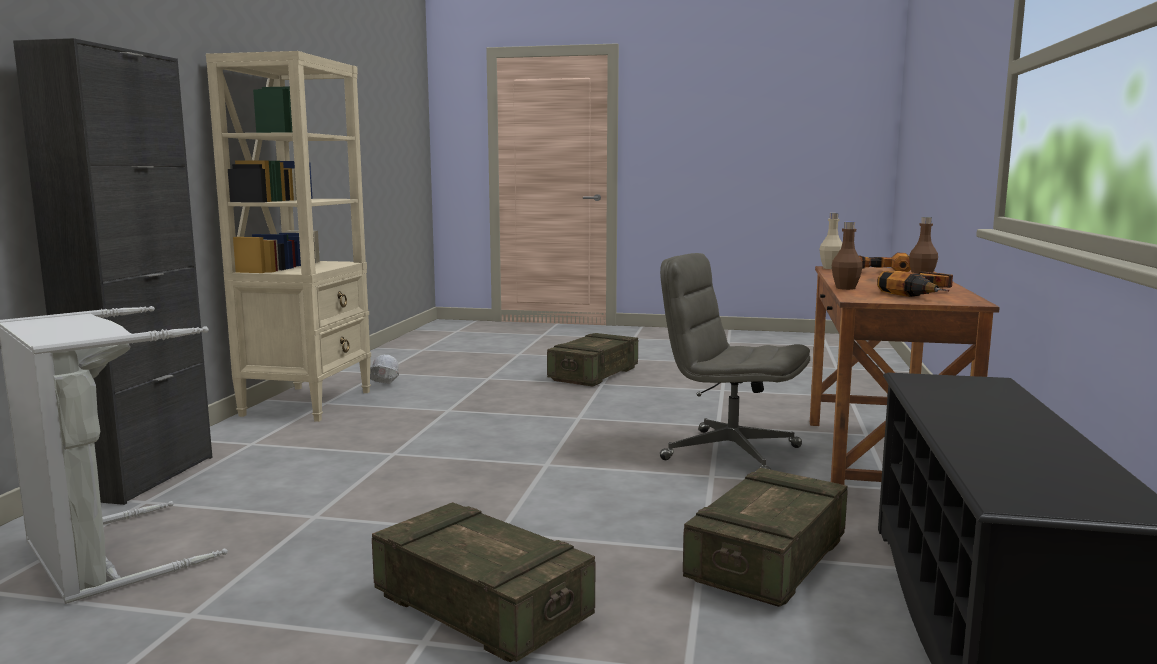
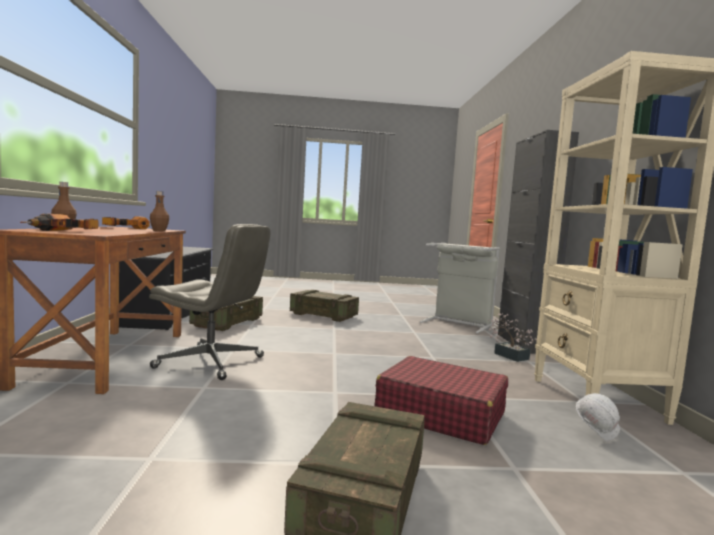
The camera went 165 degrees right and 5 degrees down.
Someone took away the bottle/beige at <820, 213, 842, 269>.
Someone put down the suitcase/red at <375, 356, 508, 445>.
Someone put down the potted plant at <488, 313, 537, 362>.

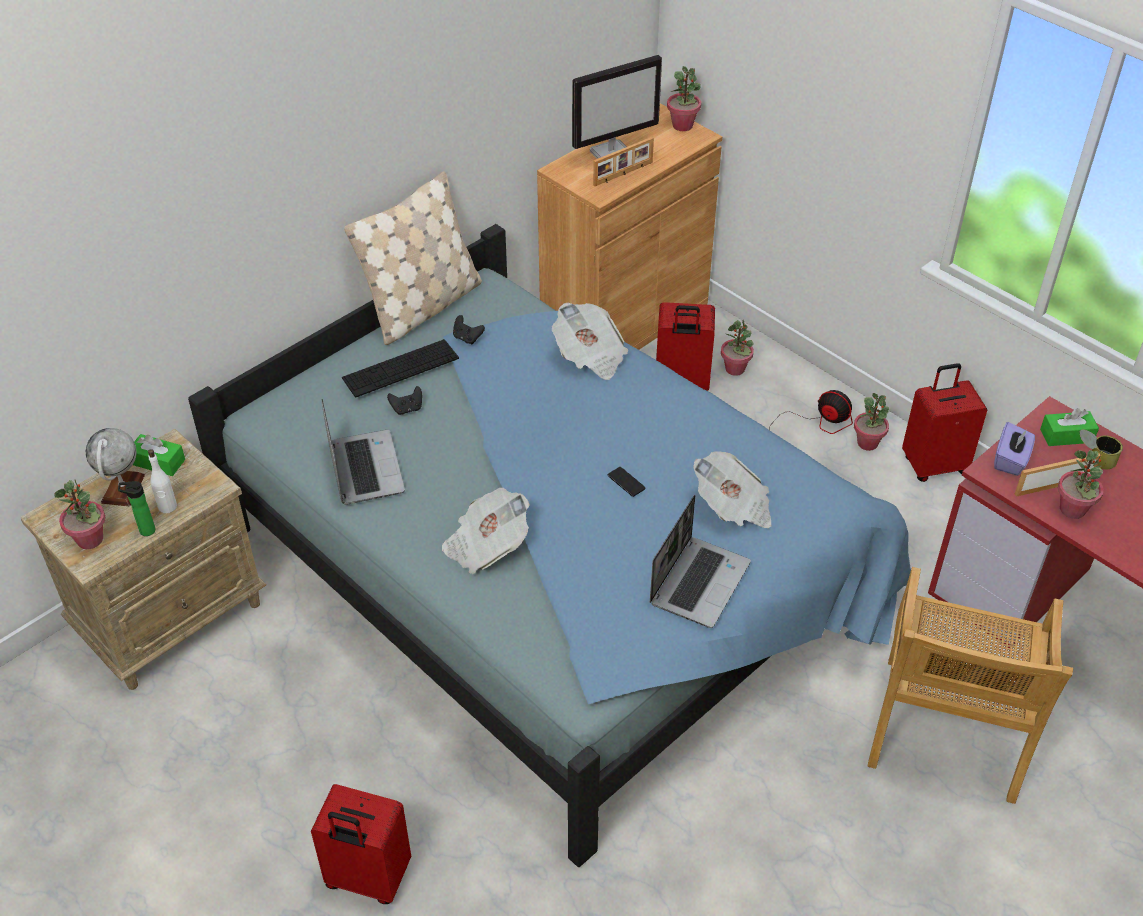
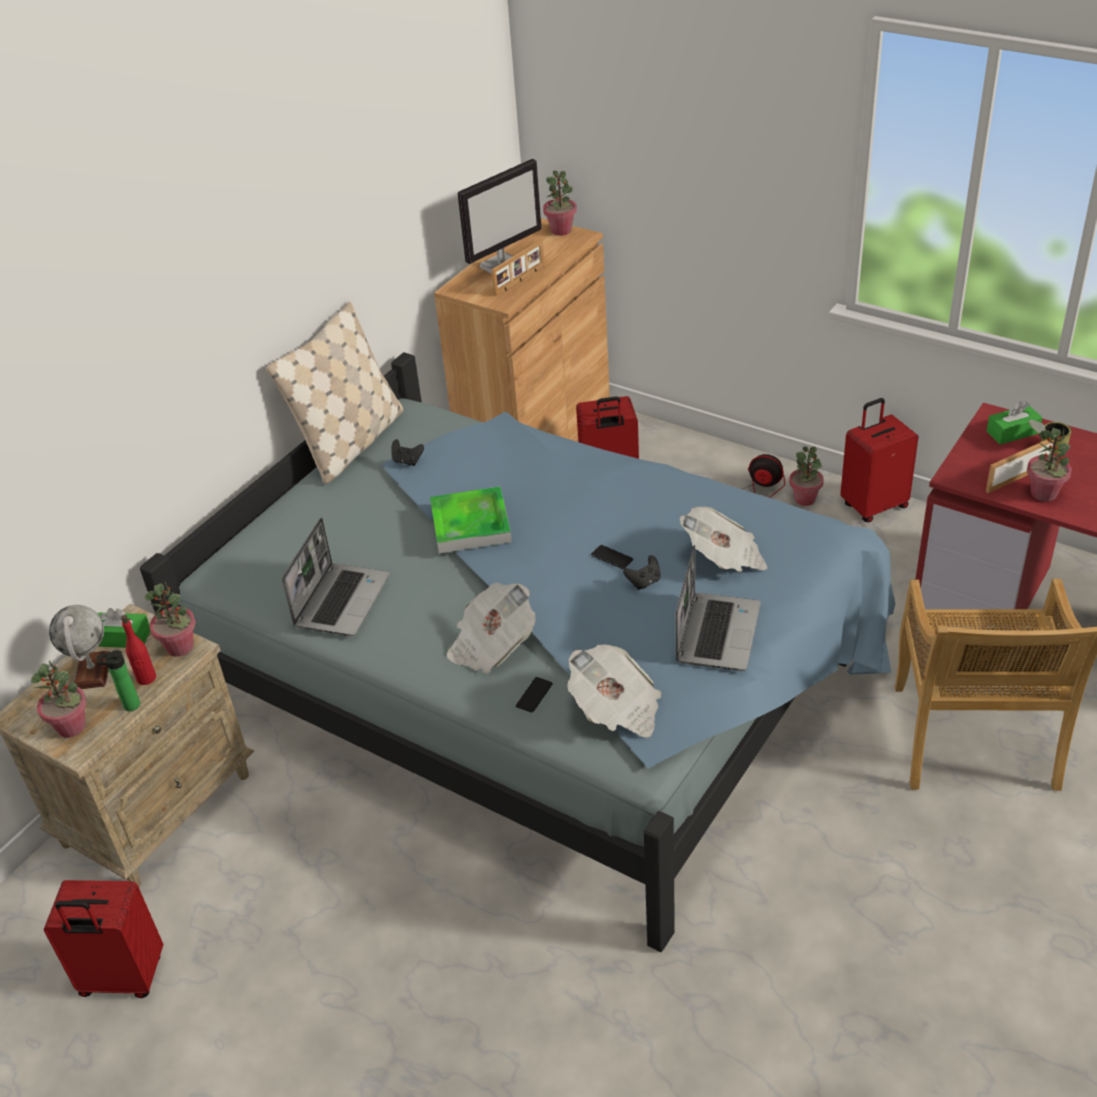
The camera went 10 degrees left and 5 degrees down.
Someone took away the keyboard at <342, 339, 459, 398>.
Someone took away the tissue box/purple at <994, 422, 1035, 476>.
Someone put down the tray at <430, 486, 512, 554>.
Someone put down the phone at <515, 677, 553, 713>.
Someone carried the suitcase/red from <311, 784, 411, 904> to <44, 880, 163, 998>.
Someone carried the game controller/black from <387, 386, 422, 415> to <623, 555, 661, 590>.
Someone carried the newspaper from <552, 302, 628, 380> to <567, 645, 661, 738>.
Someone carried the potted plant from <721, 320, 754, 376> to <145, 582, 196, 657>.
Someone repainted the bottle/white at <148, 449, 177, 513>, which became the bottle/red at <121, 615, 156, 685>.
Someone rotated the laptop at <322, 399, 405, 505> by 45 degrees clockwise.

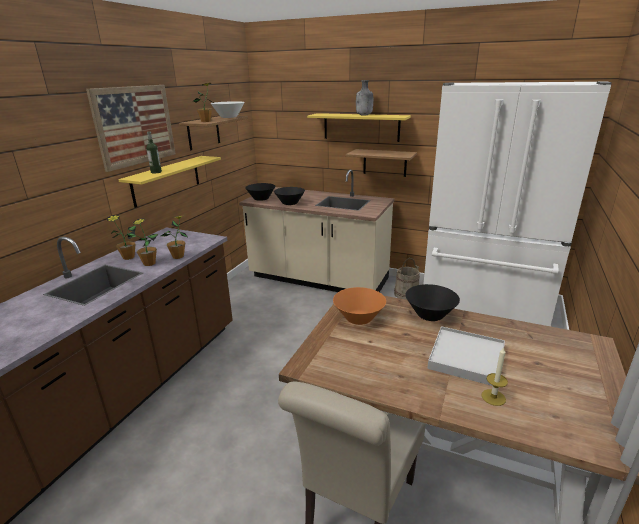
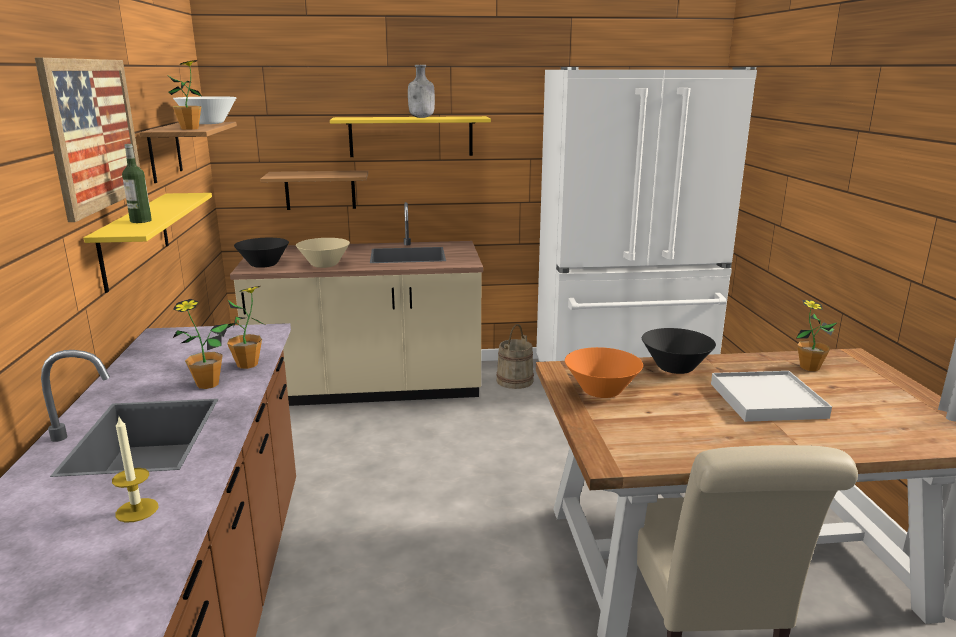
The camera went 30 degrees left and 5 degrees down.
Someone carried the potted plant from <107, 215, 136, 260> to <796, 300, 838, 371>.
Someone carried the shelf from <346, 149, 417, 177> to <260, 170, 368, 210>.
Someone carried the candle from <482, 348, 508, 406> to <112, 415, 158, 523>.
Someone repainted the bowl/black at <274, 187, 305, 205>, which became the bowl/beige at <296, 238, 350, 268>.

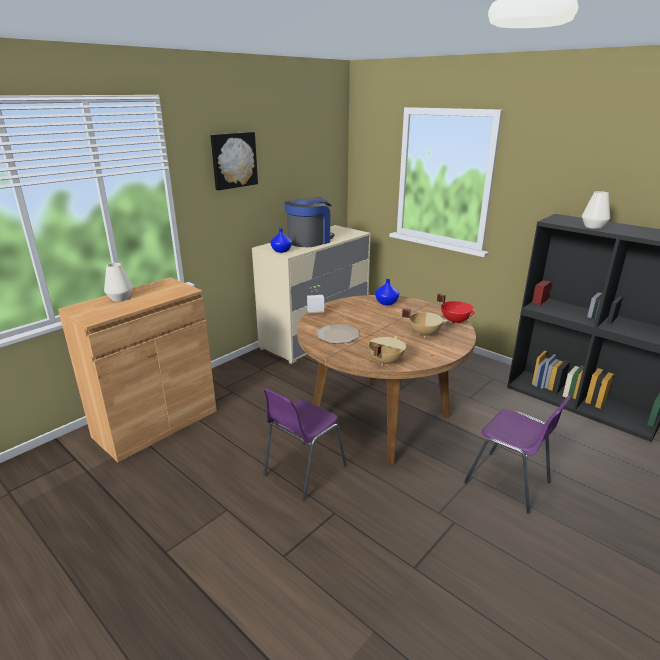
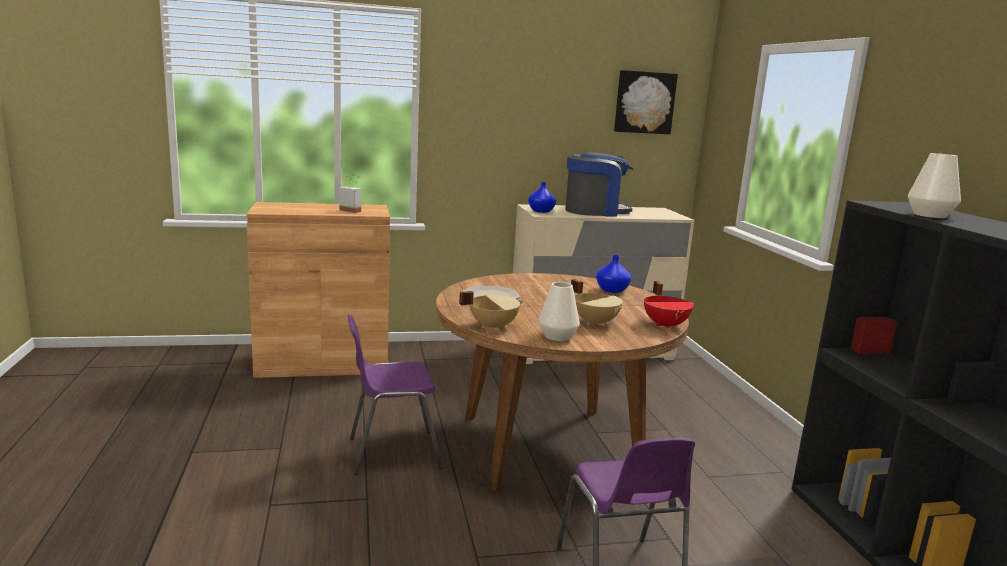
The camera went 35 degrees right and 10 degrees down.
Someone carried the vase/white from <104, 263, 133, 301> to <538, 282, 580, 341>.
Someone carried the picture from <210, 132, 258, 190> to <614, 70, 678, 134>.
Someone carried the potted plant from <307, 285, 324, 317> to <339, 175, 361, 213>.

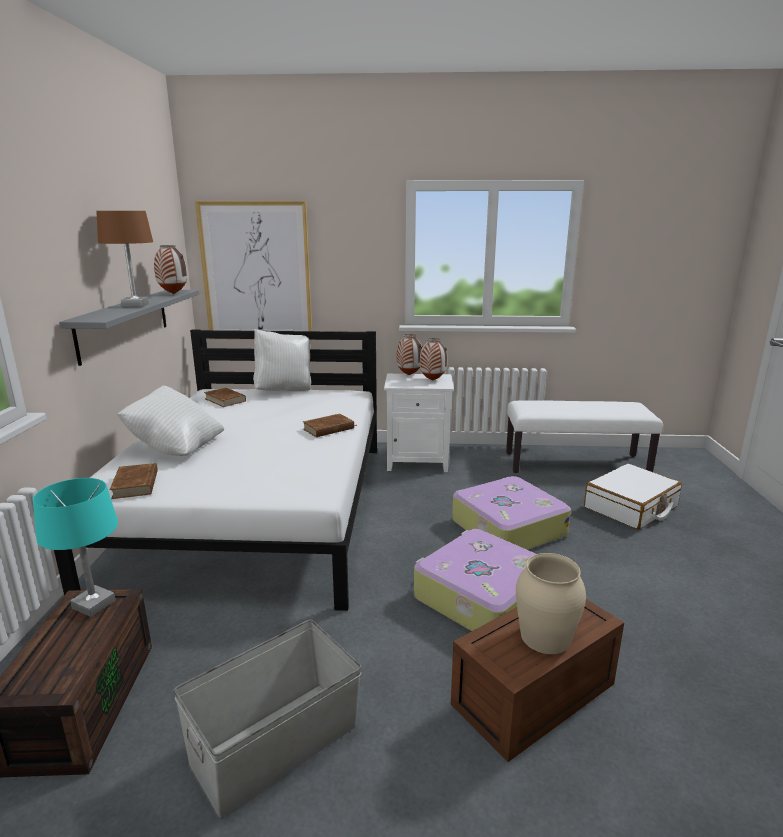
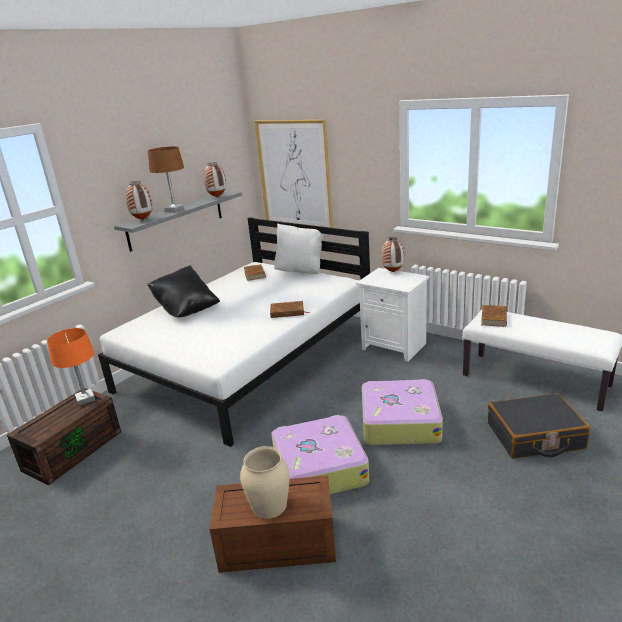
The camera went 35 degrees right and 5 degrees up.
Someone took away the storage box/grey at <173, 619, 362, 818>.
Someone carried the book/brown from <110, 463, 158, 499> to <481, 305, 507, 327>.
Someone carried the vase from <420, 338, 447, 381> to <125, 181, 153, 220>.
Someone repainted the table lamp/turquoise at <33, 478, 118, 617>, which became the table lamp/orange at <47, 328, 95, 406>.
Someone repainted the pillow/white at <117, 385, 224, 456>, which became the pillow/black at <148, 265, 220, 317>.
Someone repainted the suitcase/white at <584, 464, 682, 530>, which became the suitcase/black at <488, 393, 590, 459>.

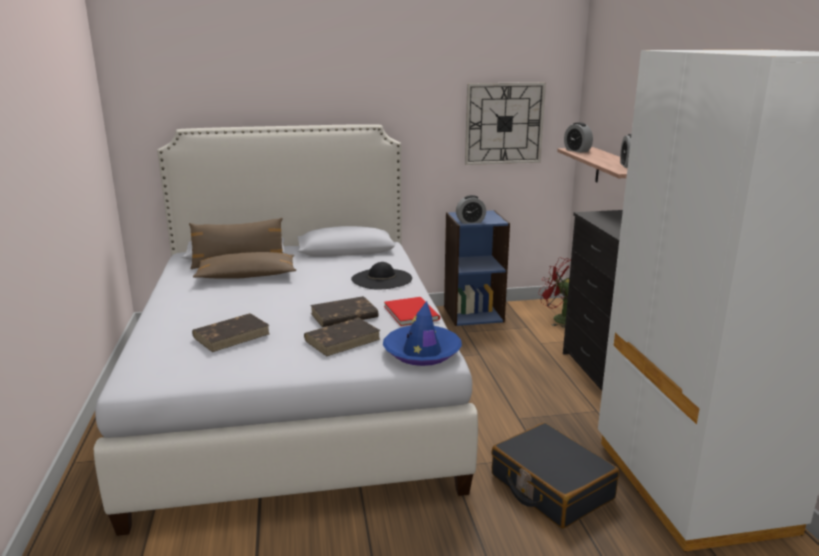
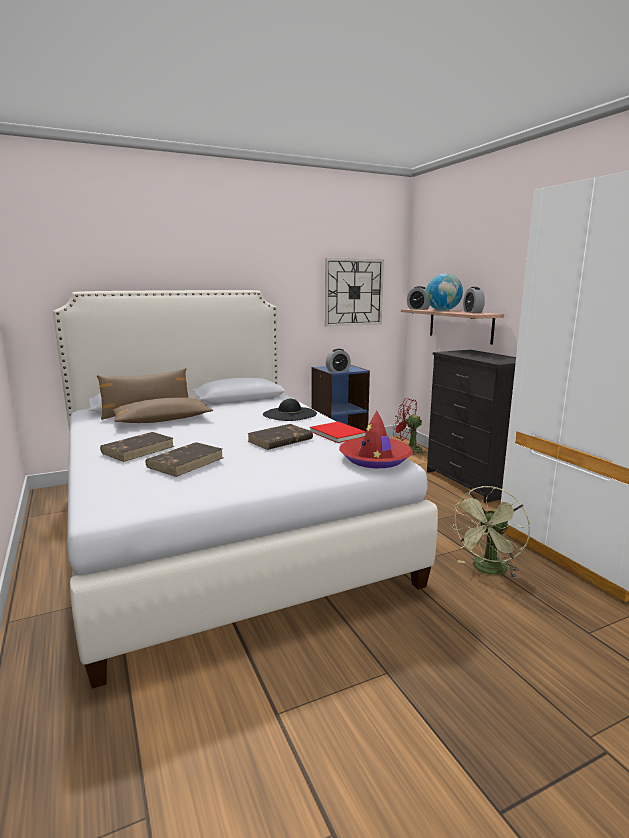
The camera went 15 degrees left and 5 degrees down.
Someone put down the globe at <426, 274, 463, 311>.
Someone carried the book/brown from <304, 318, 381, 356> to <100, 432, 175, 462>.
Someone swapped the suitcase/black at <491, 423, 619, 529> for the fan/green at <451, 486, 530, 578>.
Someone repainted the hat/blue at <383, 301, 462, 366>, which became the hat/red at <339, 411, 413, 468>.

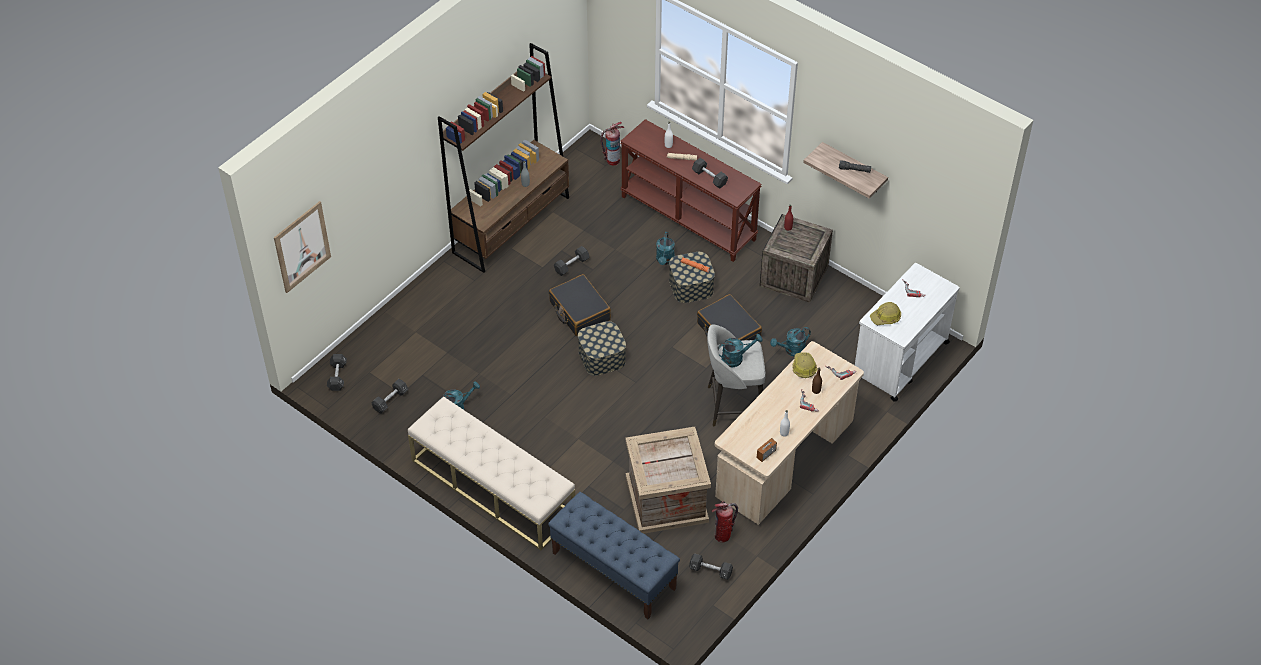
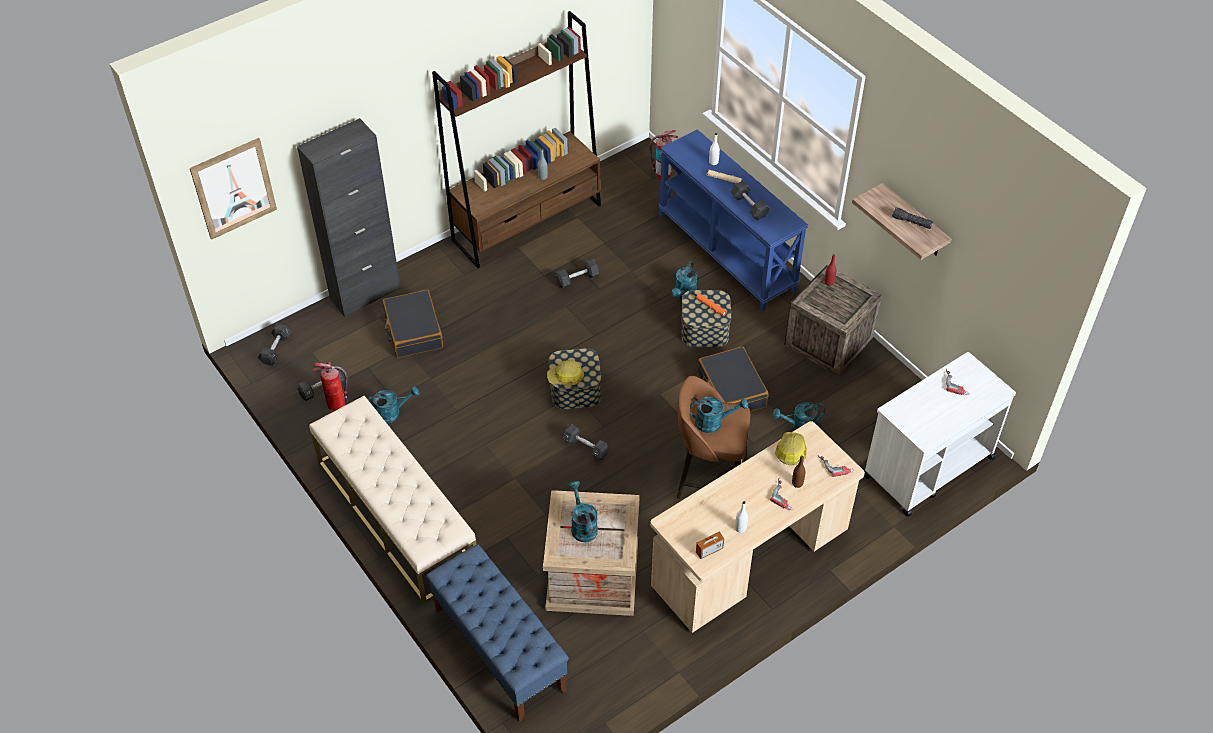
The camera went 15 degrees right and 0 degrees up.
Someone put down the cabinet/black at <297, 118, 401, 317>.
Someone put down the watering can/turquoise at <569, 481, 598, 542>.
Someone carried the suitcase/black from <549, 274, 611, 336> to <382, 290, 443, 358>.
Someone carried the dumbbell/black from <689, 553, 733, 580> to <563, 424, 610, 460>.
Someone carried the fire extinguisher from <711, 501, 738, 543> to <312, 362, 348, 411>.
Someone carried the hard hat from <870, 302, 901, 325> to <547, 360, 584, 385>.
Someone repainted the console table/brown at <620, 119, 762, 262>, which became the console table/blue at <658, 129, 808, 311>.
Someone repainted the stool/grey at <707, 324, 766, 426>, which became the stool/brown at <677, 376, 750, 499>.

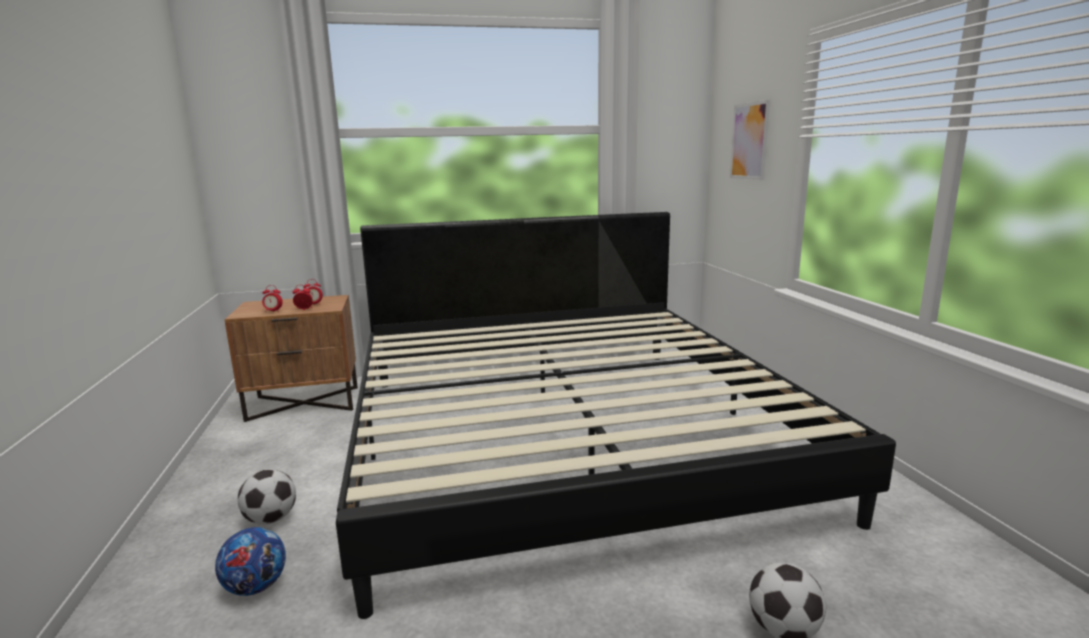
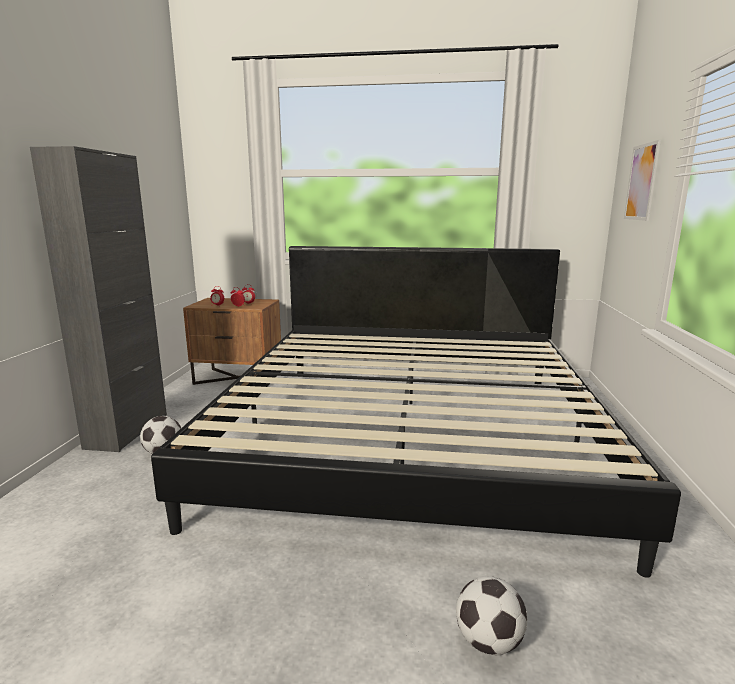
The camera went 20 degrees right and 0 degrees up.
Someone took away the football at <215, 527, 286, 596>.
Someone put down the cabinet/black at <30, 146, 167, 452>.

